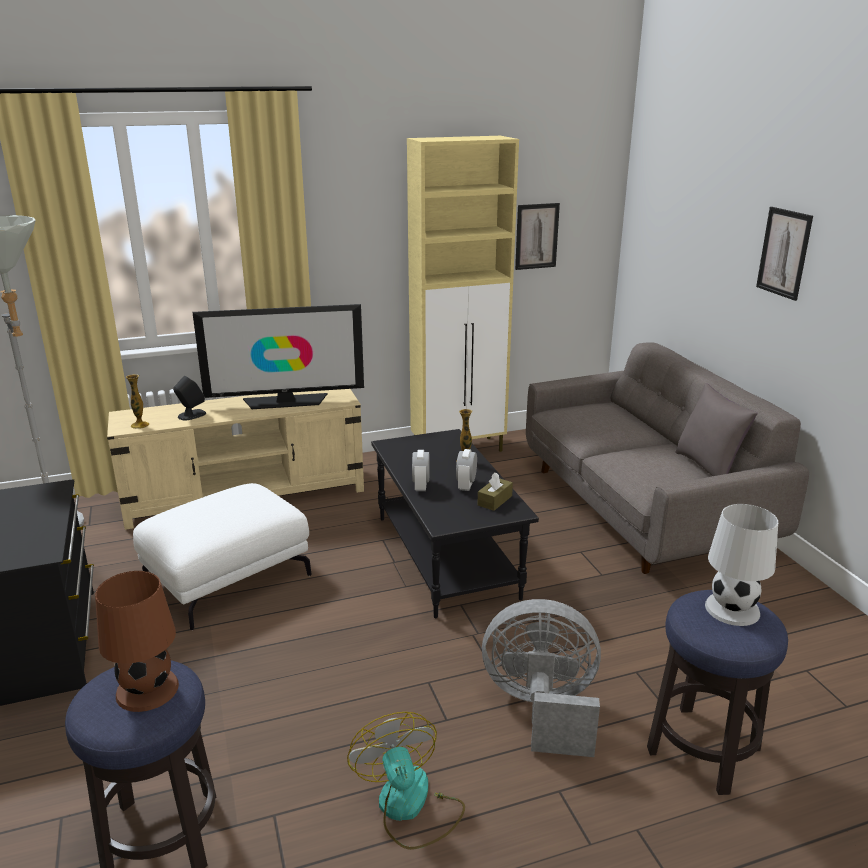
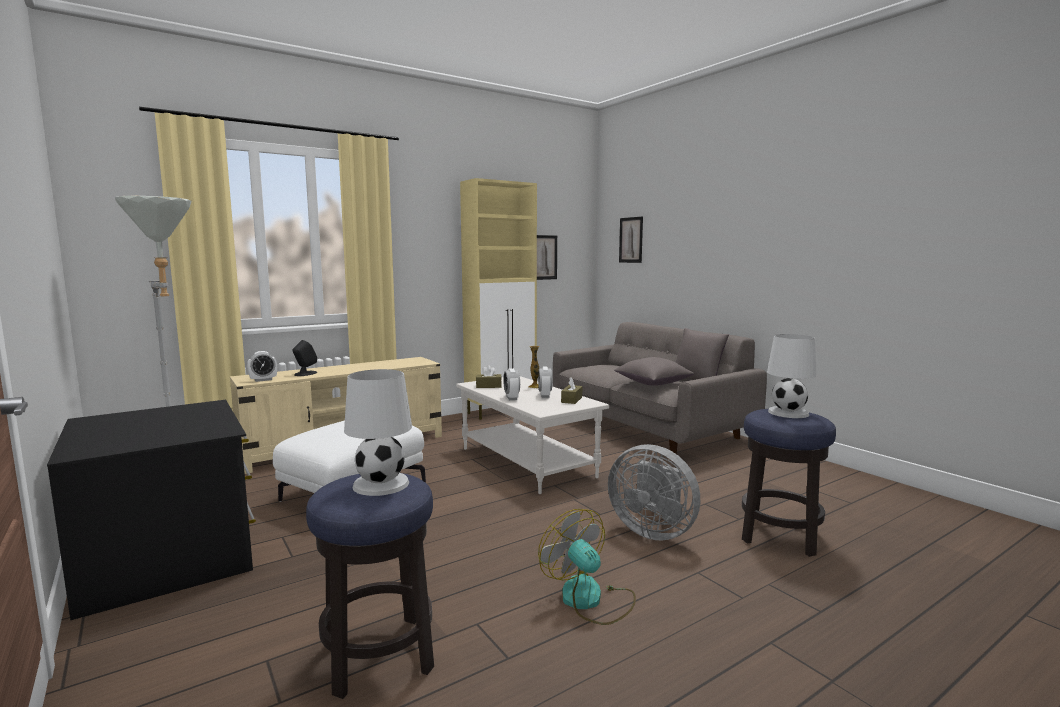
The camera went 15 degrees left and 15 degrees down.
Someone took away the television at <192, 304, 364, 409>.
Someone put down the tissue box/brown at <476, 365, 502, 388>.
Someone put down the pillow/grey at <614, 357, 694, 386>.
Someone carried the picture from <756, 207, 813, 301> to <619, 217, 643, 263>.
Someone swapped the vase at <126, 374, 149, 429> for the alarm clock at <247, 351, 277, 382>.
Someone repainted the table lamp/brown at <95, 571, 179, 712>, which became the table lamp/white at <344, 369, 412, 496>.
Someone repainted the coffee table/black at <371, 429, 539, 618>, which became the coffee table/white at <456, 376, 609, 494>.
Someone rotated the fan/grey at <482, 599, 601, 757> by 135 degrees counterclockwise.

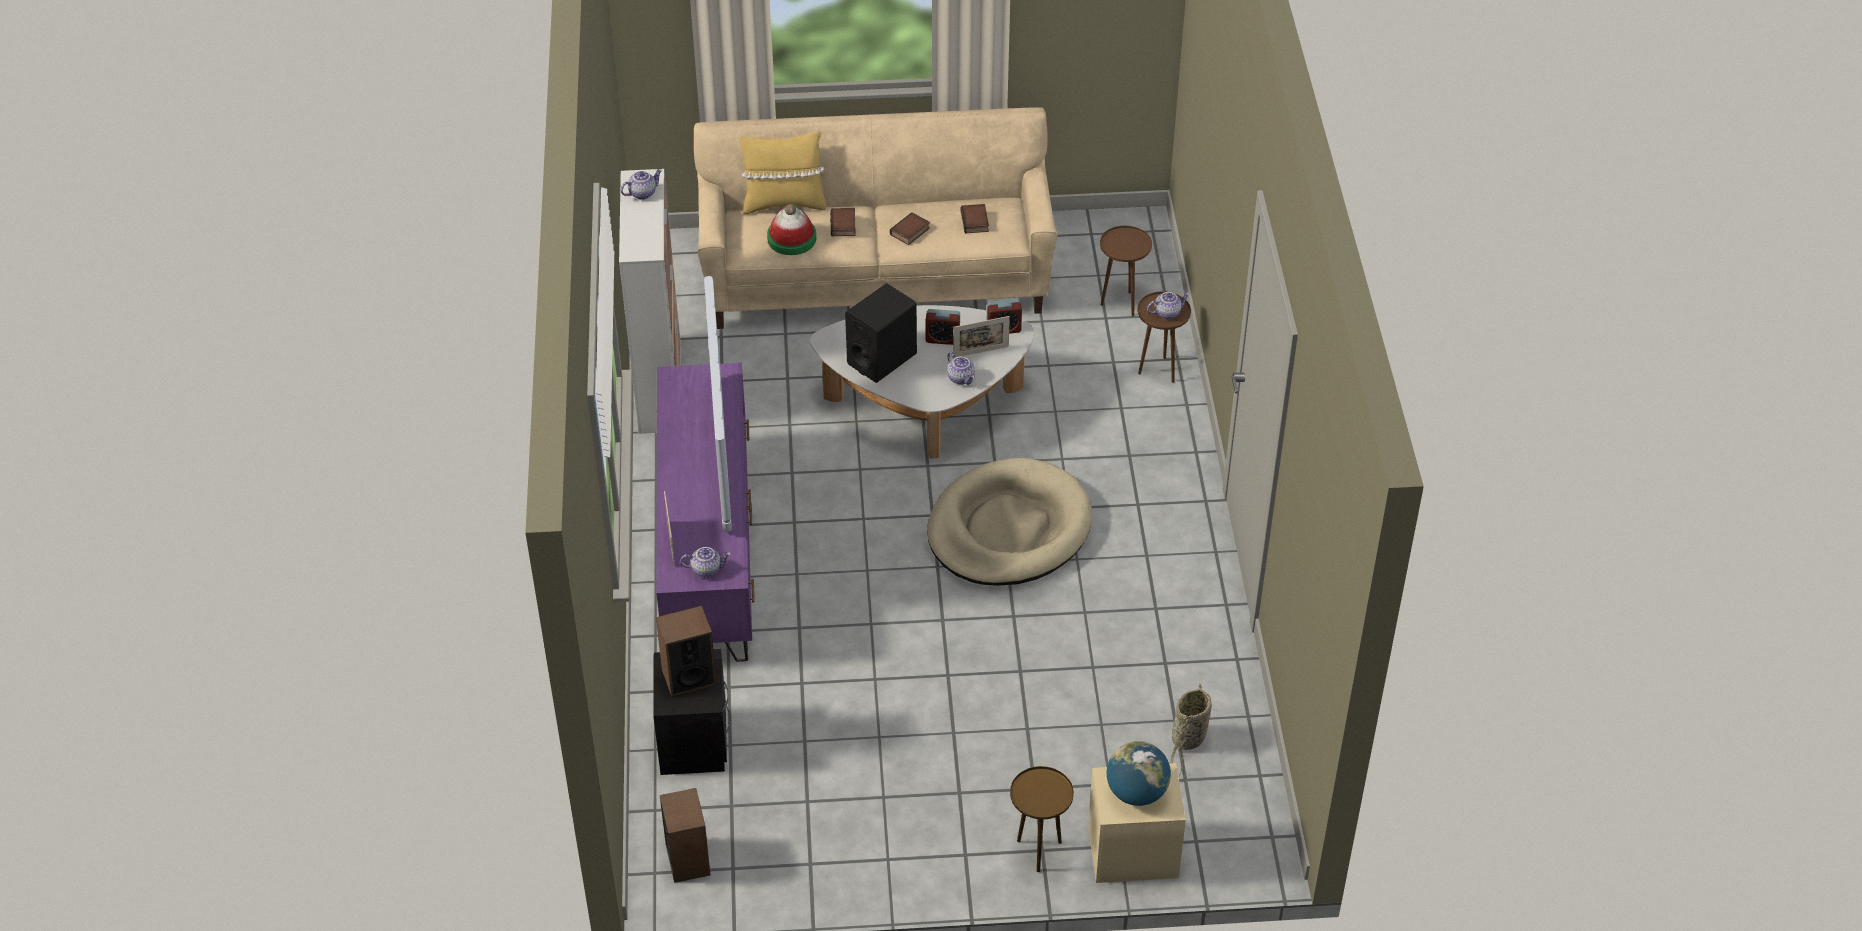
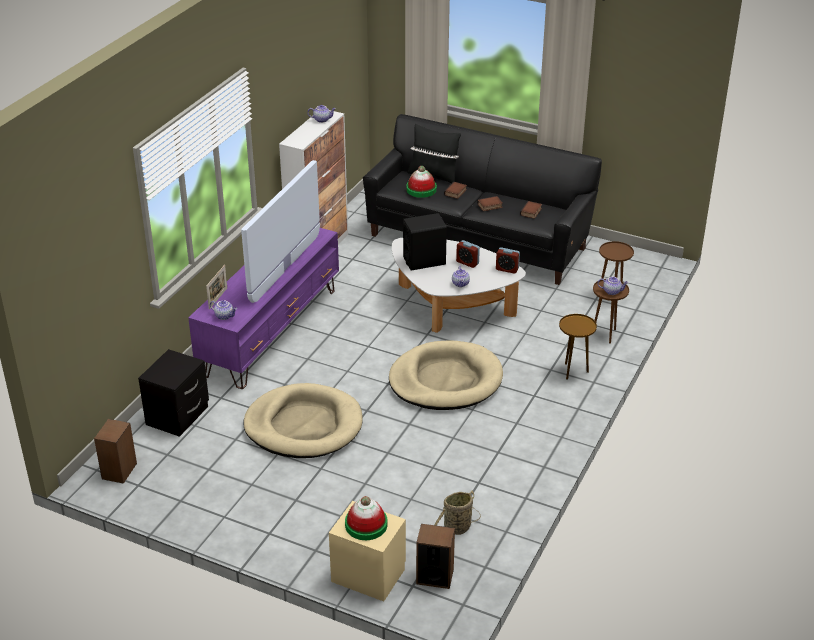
The camera went 30 degrees right and 10 degrees down.
Someone took away the picture frame at <953, 316, 1010, 357>.
Someone put down the dog bed/beige at <243, 383, 363, 458>.
Someone carried the speaker from <656, 606, 717, 697> to <416, 524, 455, 589>.
Someone carried the side table/brown from <1010, 766, 1074, 872> to <559, 314, 597, 380>.
Someone swapped the globe at <1107, 741, 1171, 806> for the hat at <345, 496, 387, 540>.
Someone repainted the sofa/beige at <694, 107, 1058, 329>, which became the sofa/black at <363, 114, 602, 285>.
Someone repainted the pillow/yellow at <739, 131, 826, 214>, which became the pillow/black at <407, 124, 461, 184>.

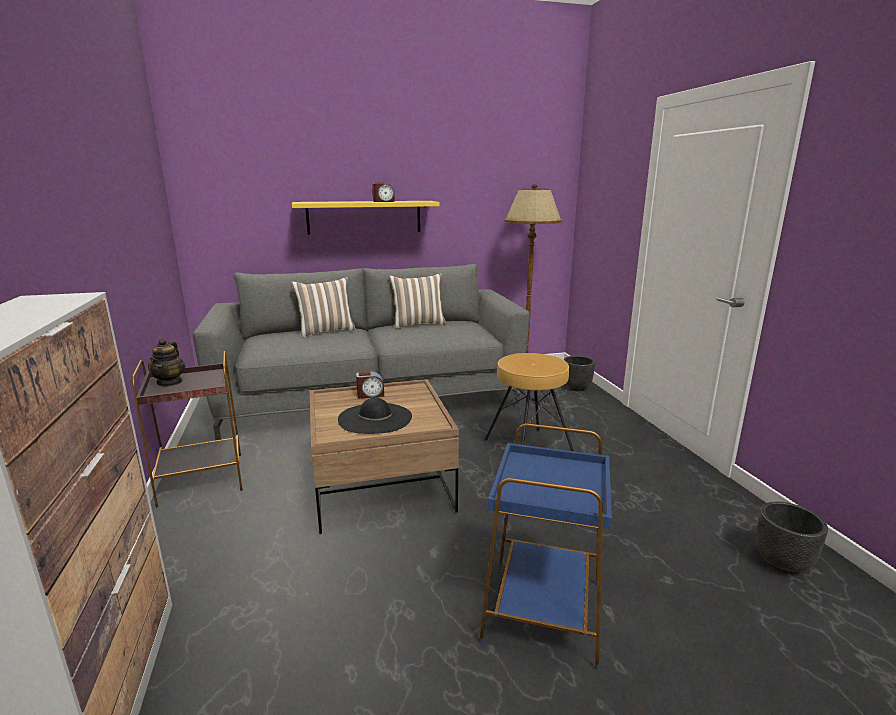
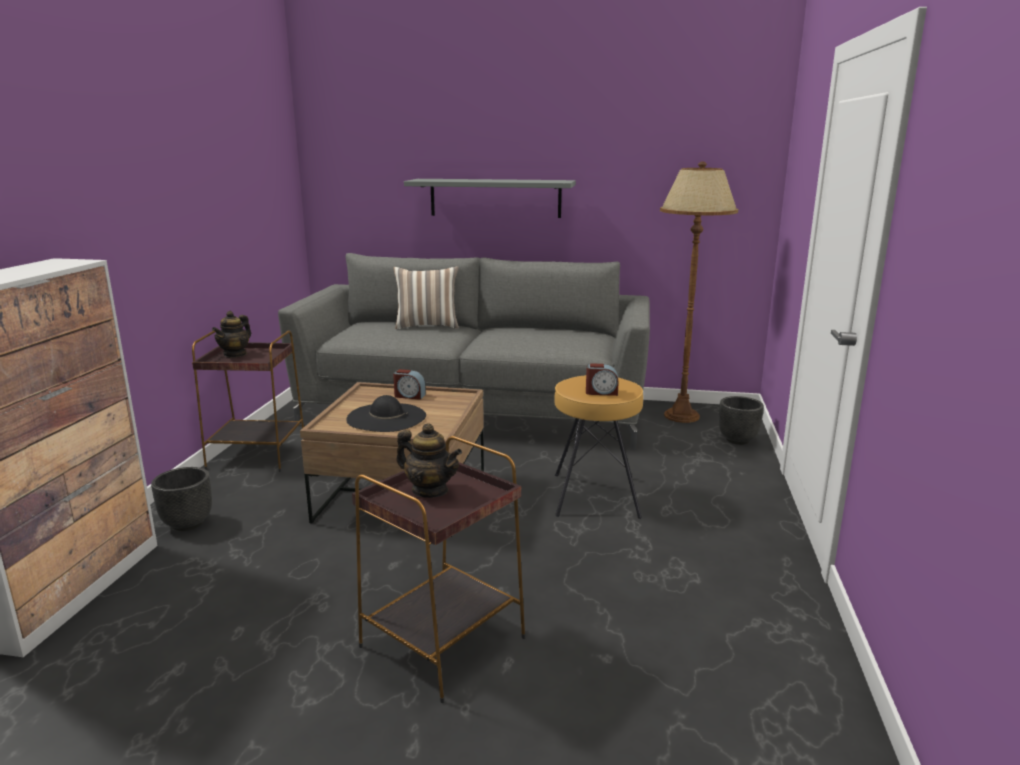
The camera went 25 degrees right and 0 degrees up.
Someone took away the pillow at <389, 273, 446, 329>.
Someone put down the teapot at <396, 423, 462, 498>.
Someone carried the alarm clock from <372, 183, 395, 202> to <586, 363, 619, 396>.
Someone carried the planter/black from <756, 502, 828, 574> to <151, 467, 212, 531>.
Someone repainted the shelf/yellow at <292, 201, 440, 235>, which became the shelf/grey at <404, 179, 576, 218>.
Someone repainted the side table/blue at <479, 424, 612, 670>, which became the side table/brown at <352, 436, 525, 703>.

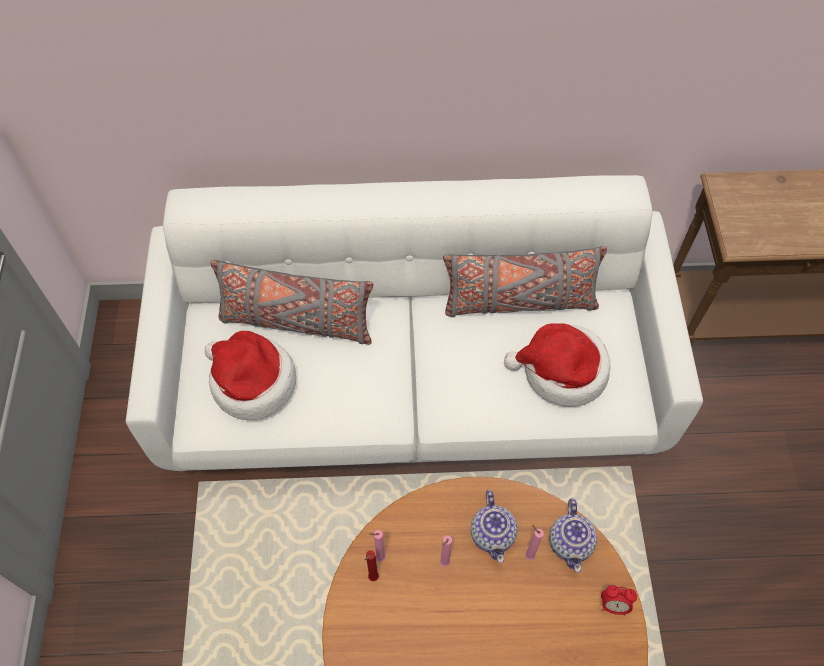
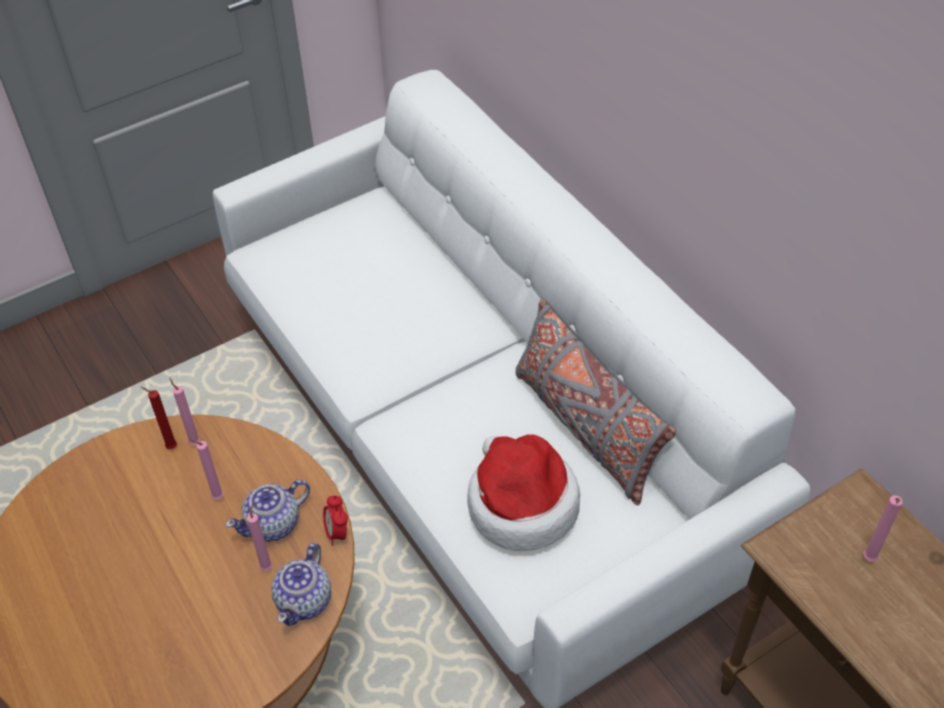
The camera went 60 degrees right and 10 degrees down.
Someone took away the hat at <205, 331, 296, 420>.
Someone took away the pillow/grey at <210, 260, 373, 345>.
Someone put down the candle/pink at <863, 495, 903, 562>.
Someone carried the alarm clock from <601, 585, 637, 616> to <323, 496, 348, 546>.
Someone rotated the teapot at <549, 498, 597, 573> by 45 degrees counterclockwise.

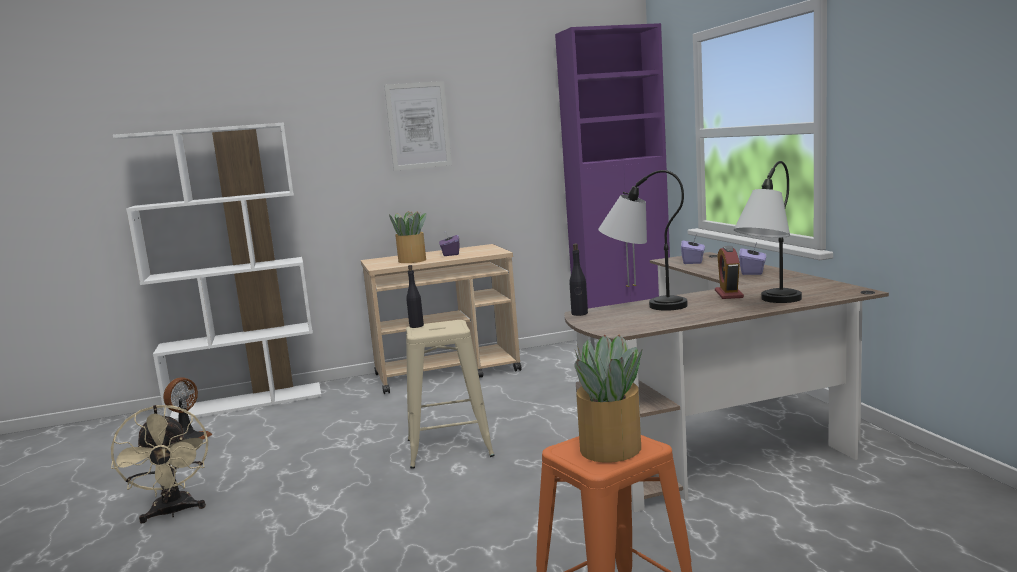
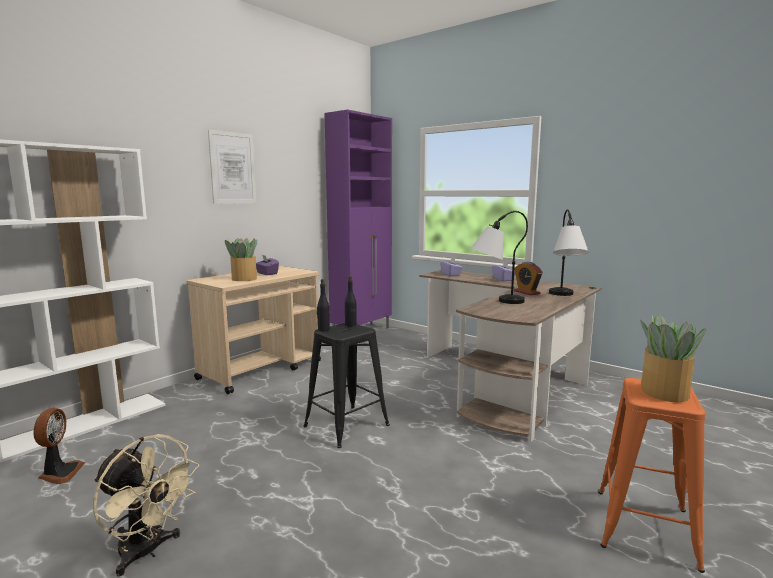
The camera went 35 degrees left and 0 degrees up.
Someone carried the bottle/black from <569, 244, 588, 316> to <345, 276, 357, 326>.
Someone repainted the stool/beige at <406, 320, 495, 468>, which became the stool/black at <303, 323, 390, 448>.

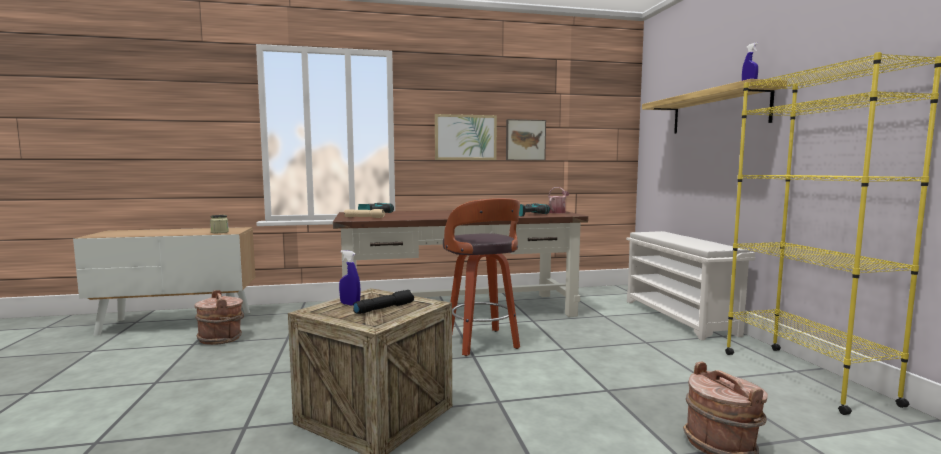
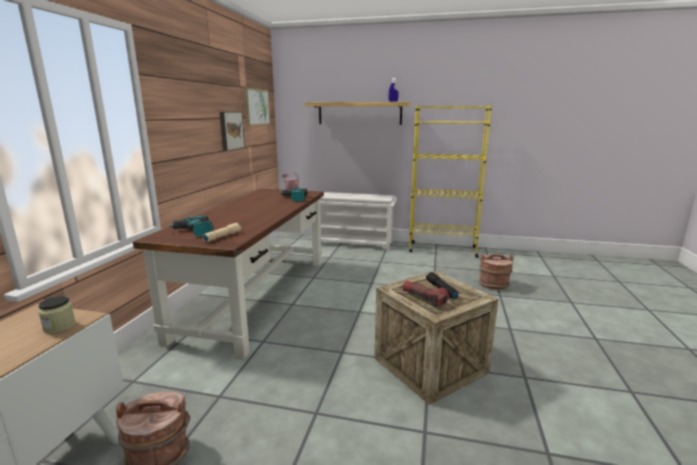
The camera went 65 degrees left and 10 degrees up.
Someone took away the stool at <443, 198, 520, 356>.
Someone carried the picture from <435, 114, 497, 160> to <243, 87, 270, 127>.
Someone swapped the spray bottle/blue at <339, 250, 361, 306> for the flashlight at <402, 281, 449, 307>.

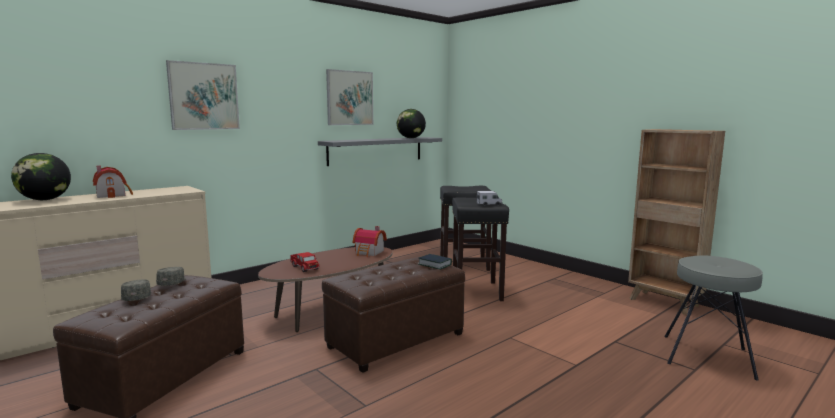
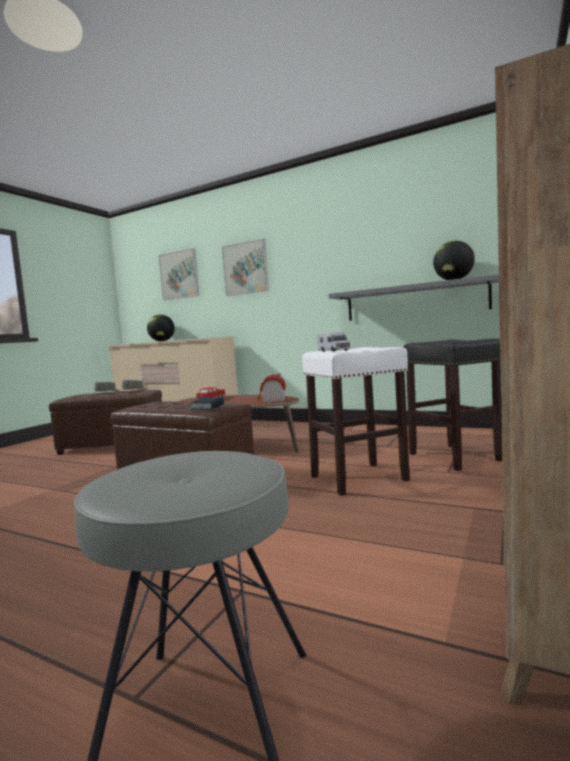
The camera went 70 degrees right and 5 degrees down.
Someone took away the toy house at <93, 166, 133, 198>.
Someone carried the picture from <326, 69, 373, 125> to <158, 248, 199, 300>.
Someone repainted the stool/black at <452, 197, 509, 301>, which became the stool/white at <302, 347, 410, 496>.

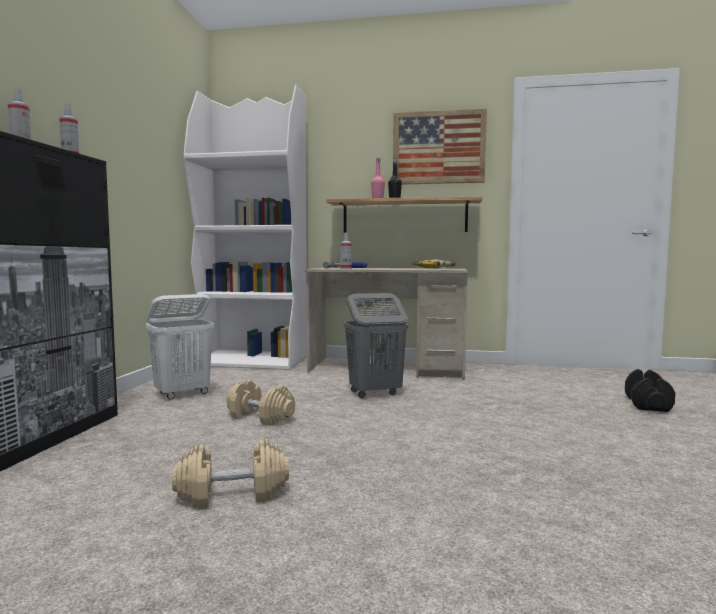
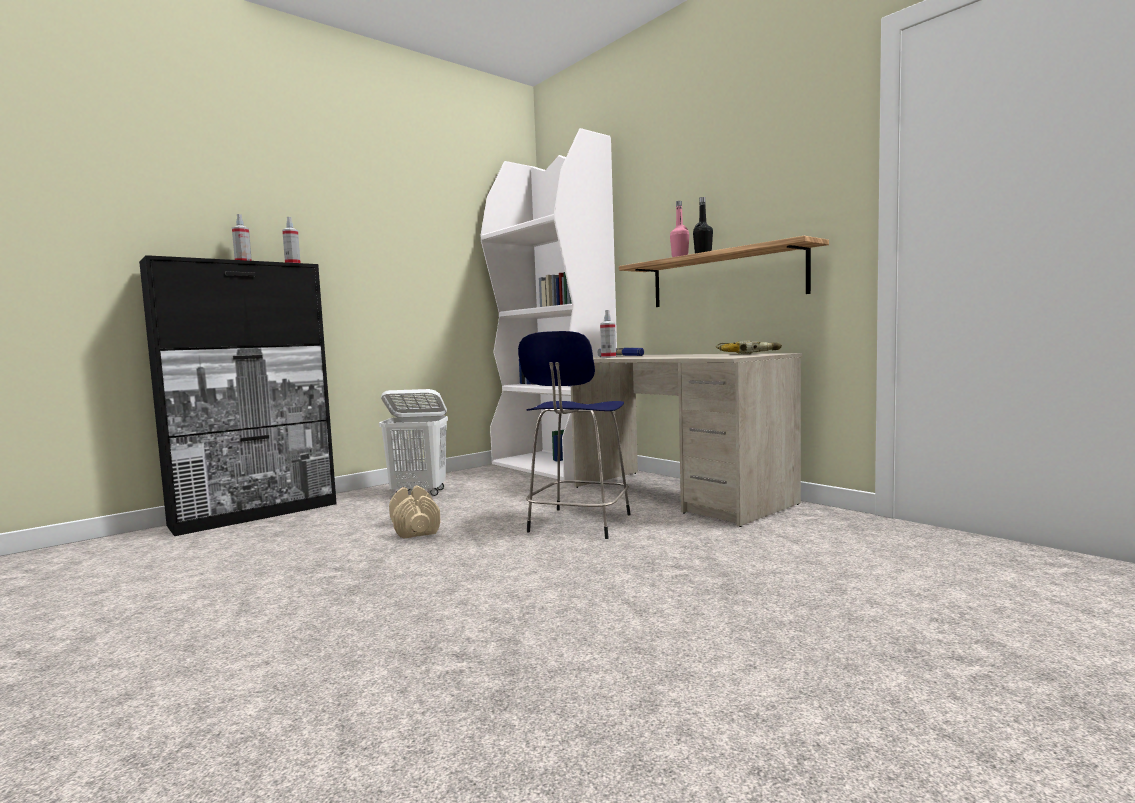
The camera went 40 degrees right and 0 degrees up.
Someone took away the dumbbell/beige at <172, 439, 289, 508>.
Someone took away the picture at <393, 108, 487, 184>.
Someone took away the dumbbell/black at <625, 369, 675, 412>.
Someone swapped the laundry basket/grey at <344, 293, 408, 398> for the stool/blue at <518, 331, 631, 539>.

